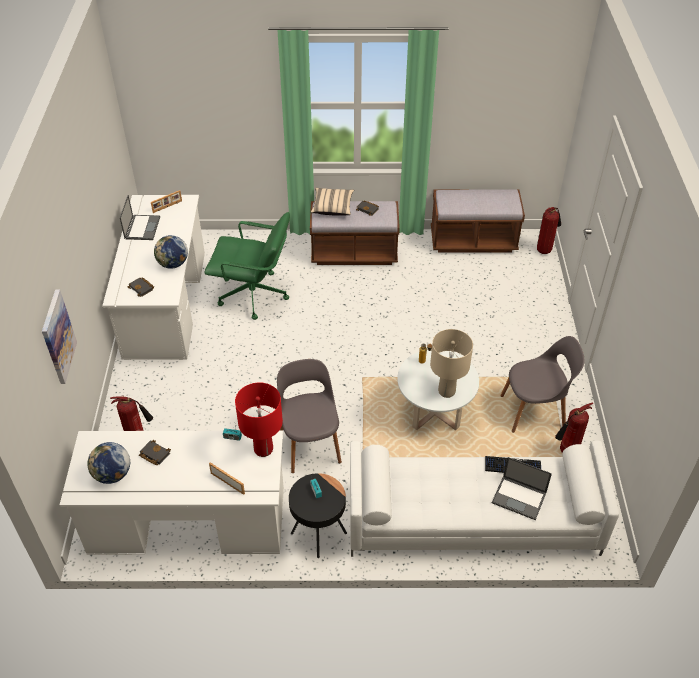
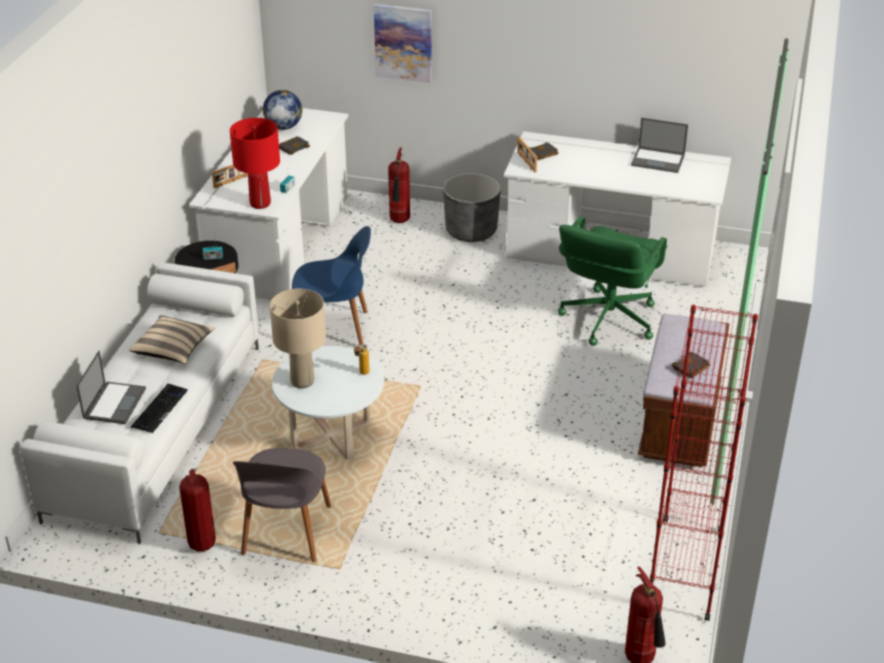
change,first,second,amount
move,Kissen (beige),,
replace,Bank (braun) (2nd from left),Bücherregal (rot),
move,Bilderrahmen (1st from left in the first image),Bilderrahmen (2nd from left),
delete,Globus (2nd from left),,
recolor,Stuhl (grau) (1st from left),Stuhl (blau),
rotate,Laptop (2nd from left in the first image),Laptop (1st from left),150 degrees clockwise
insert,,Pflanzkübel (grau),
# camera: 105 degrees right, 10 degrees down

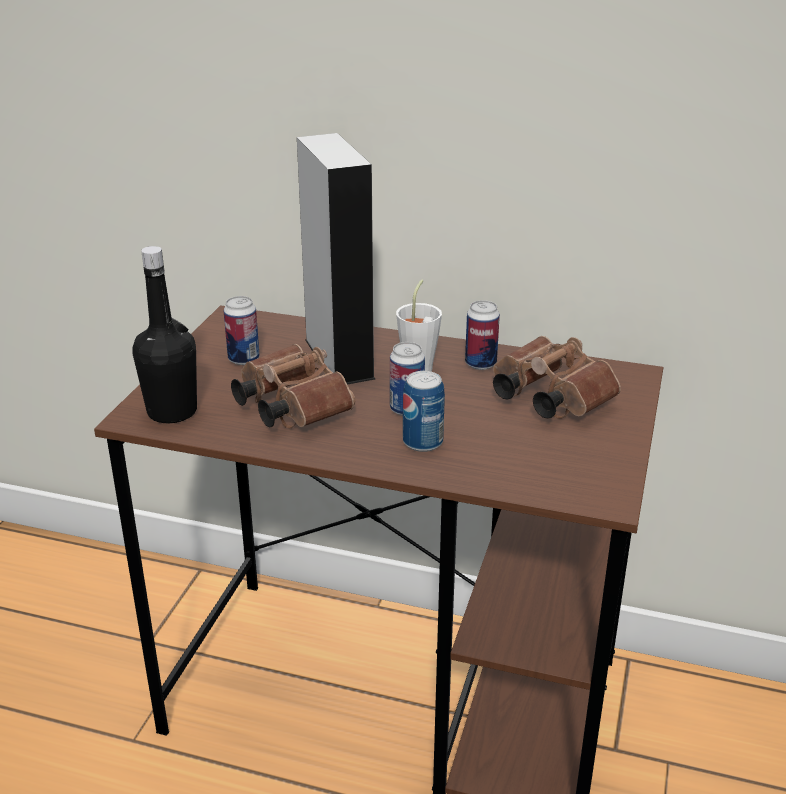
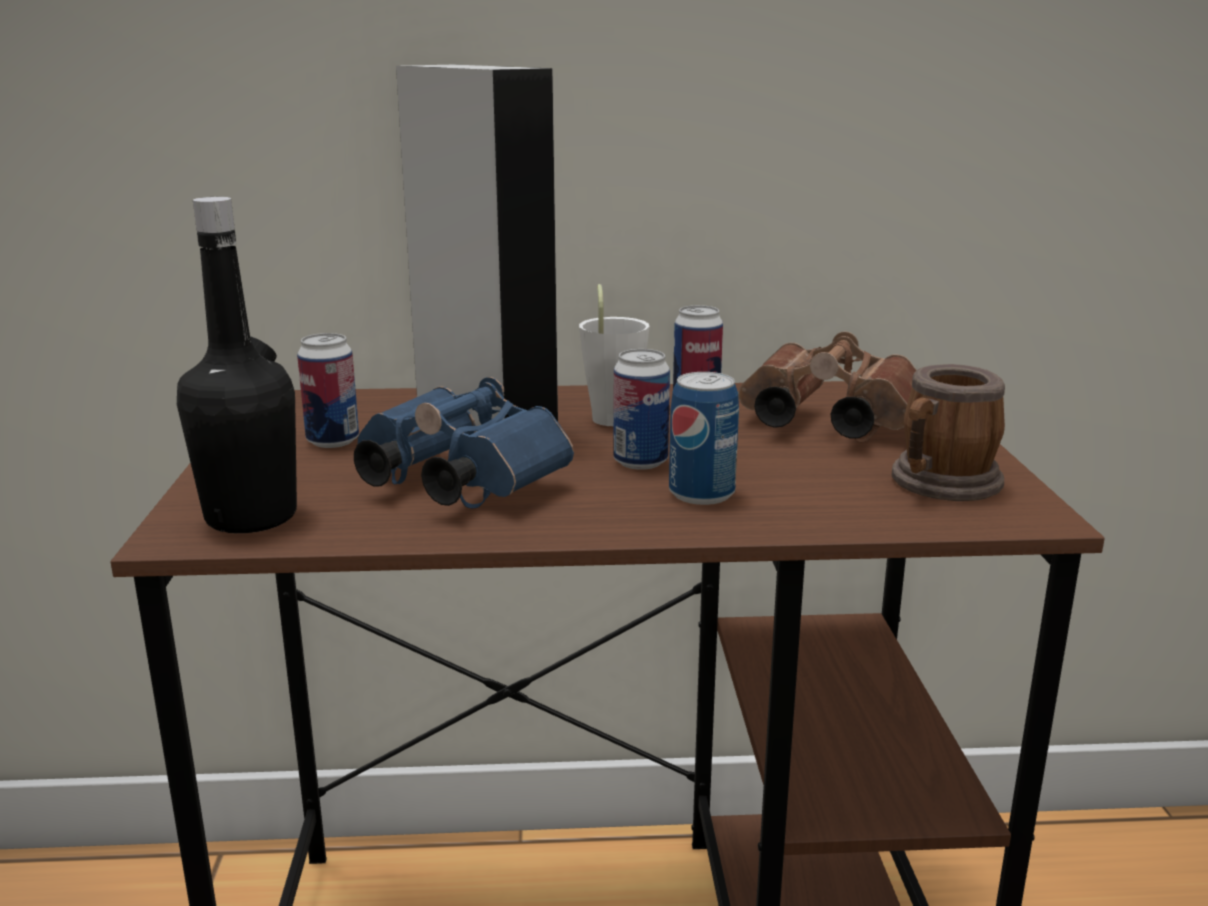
change,first,second,amount
recolor,Fernglas (braun) (1st from left),Fernglas (blau),
insert,,Henkelbecher,
# camera: 20 degrees left, 10 degrees down

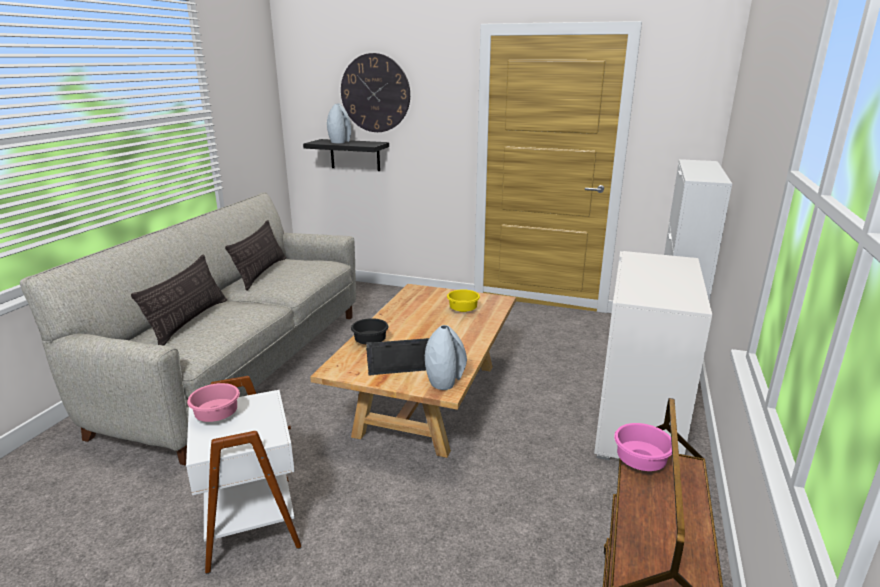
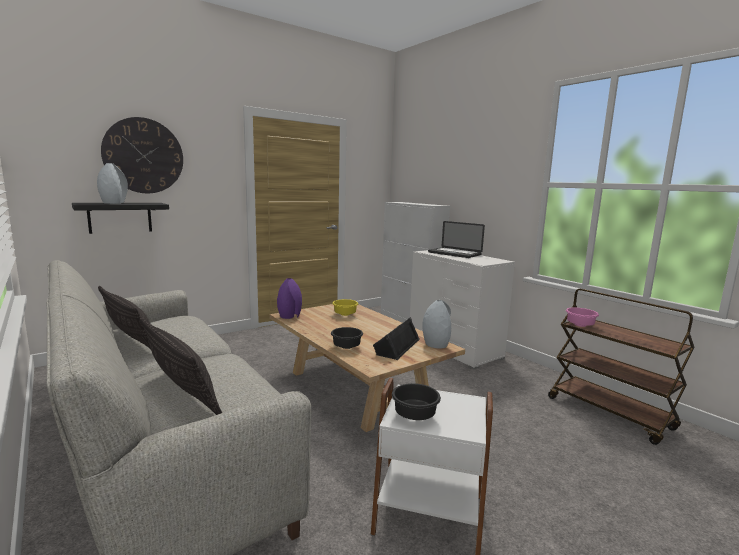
change,first,second,amount
recolor,Schüssel (rosa) (1st from left),Schüssel (schwarz) (2nd from left),
insert,,Laptop,
insert,,Vase (lila),
# camera: 55 degrees left, 10 degrees down

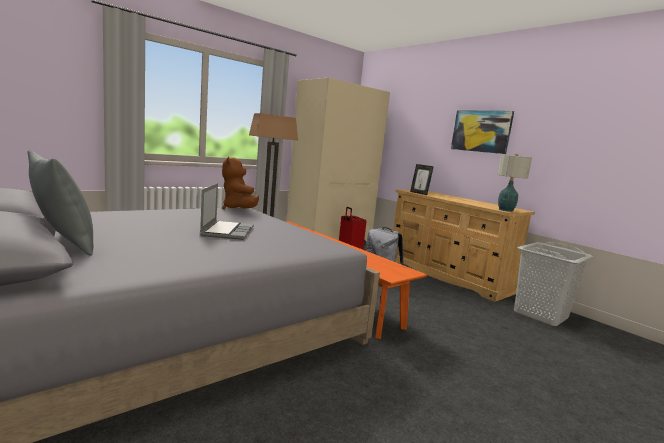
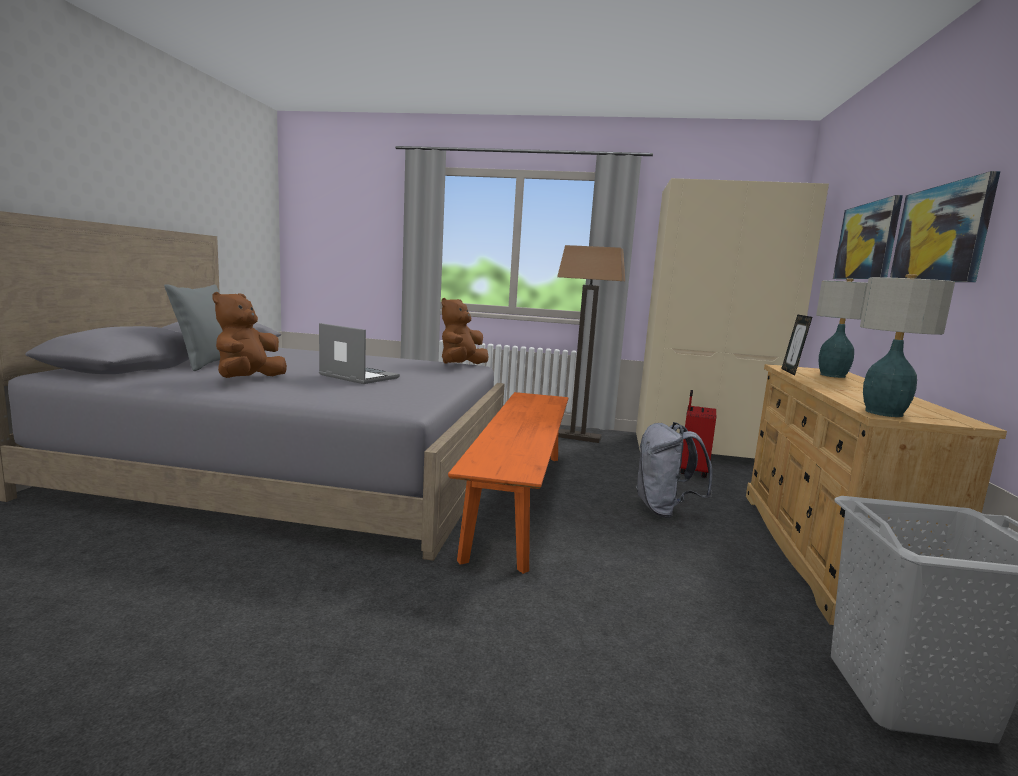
change,first,second,amount
rotate,Laptop,,105 degrees counterclockwise
insert,,Bild (1st from left),
insert,,Tischlampe (1st from left),
insert,,Plüschtier (braun) (1st from left),
# camera: 50 degrees right, 0 degrees up

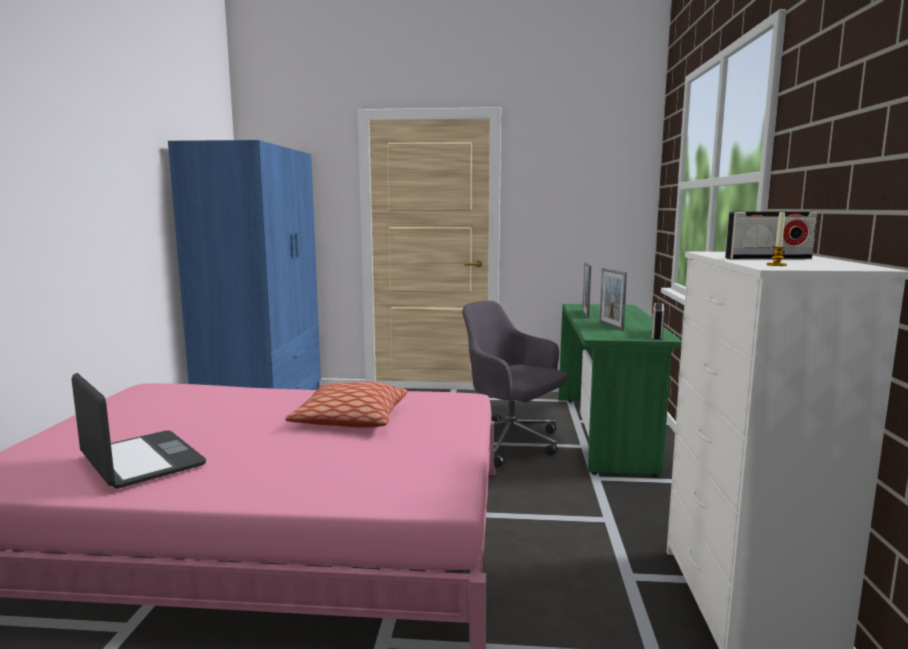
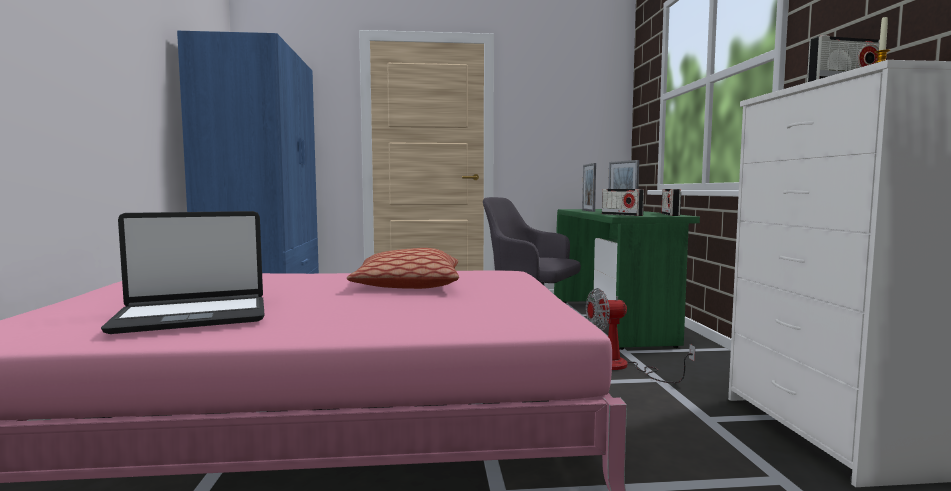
change,first,second,amount
rotate,Laptop,,120 degrees clockwise
insert,,Radio (1st from left),
insert,,Ventilator,
# camera: 10 degrees left, 5 degrees down

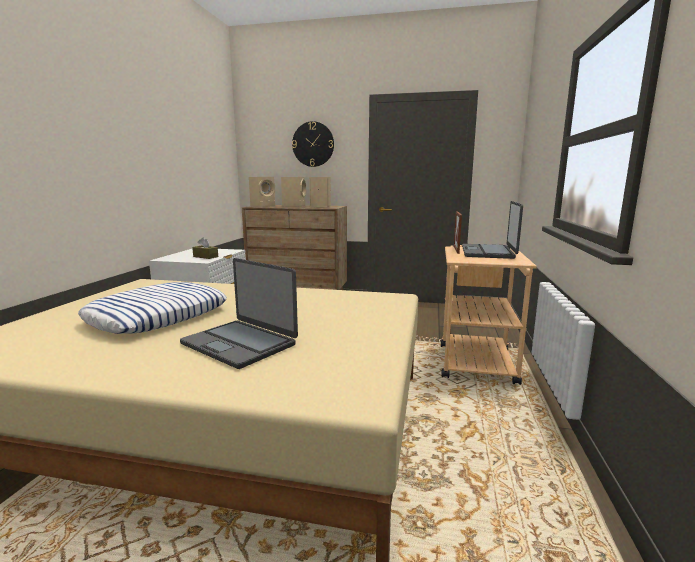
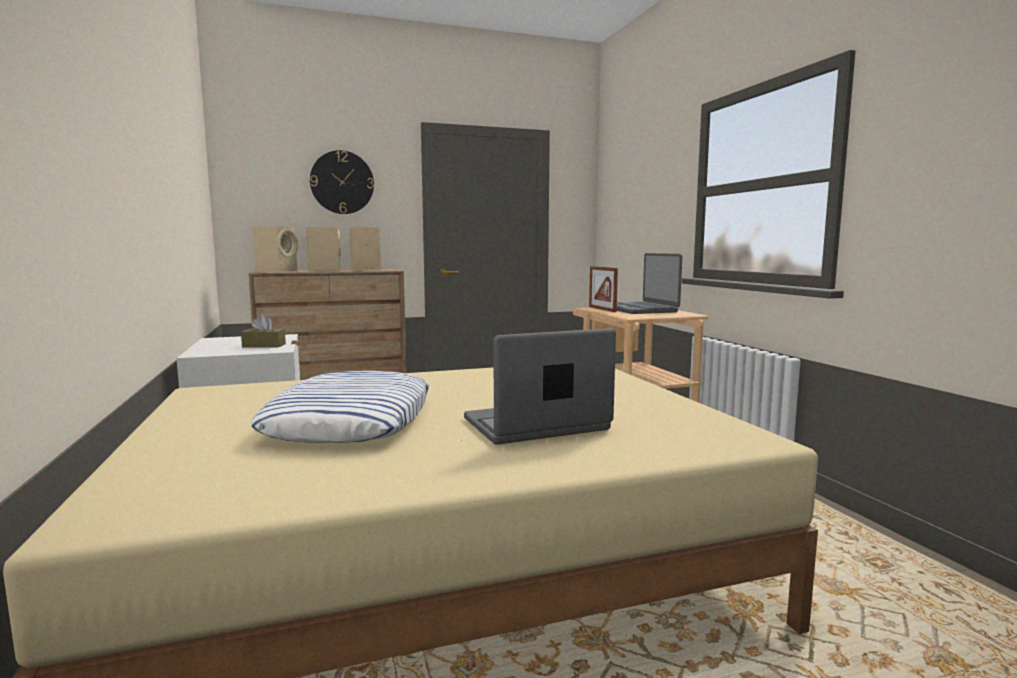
change,first,second,amount
rotate,Laptop (1st from left),,150 degrees clockwise
# camera: 30 degrees left, 5 degrees down

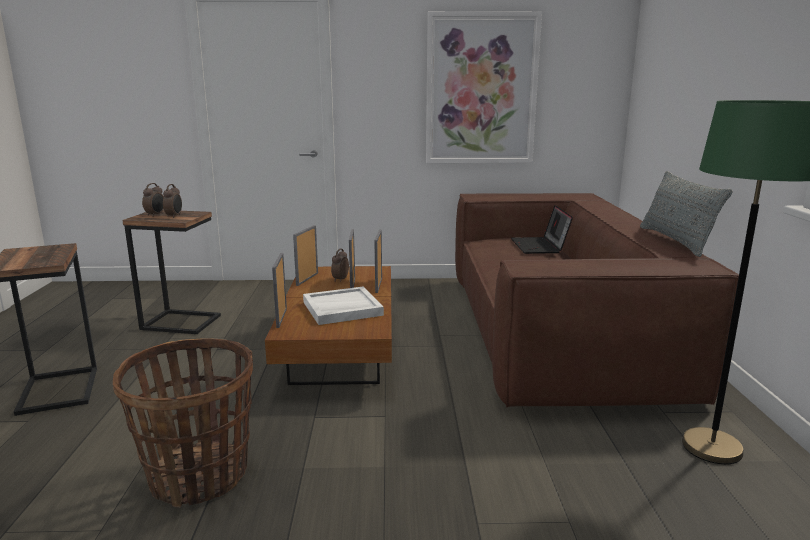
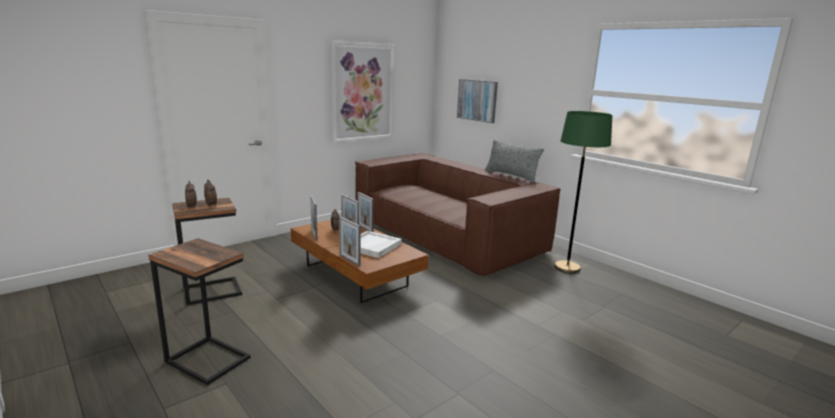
change,first,second,amount
delete,Laptop,,
delete,Korb,,
insert,,Bild (2nd from left),
# camera: 40 degrees left, 0 degrees up

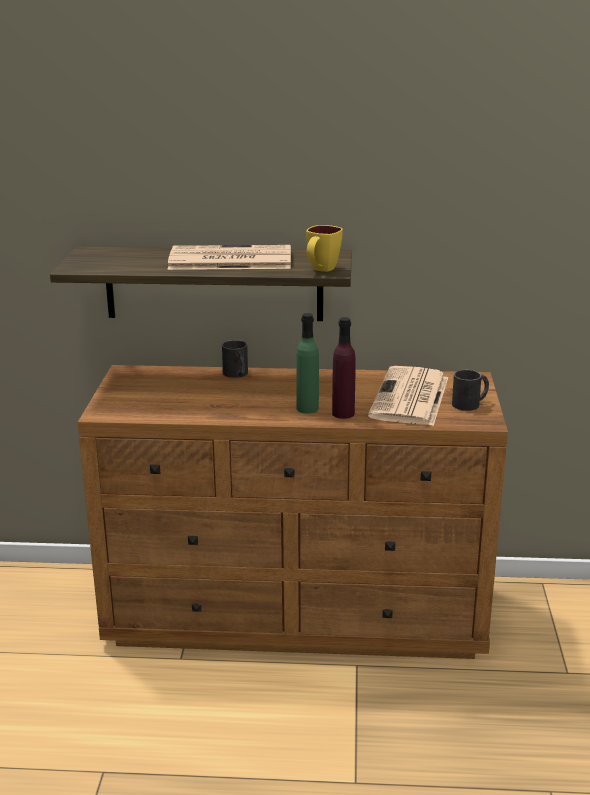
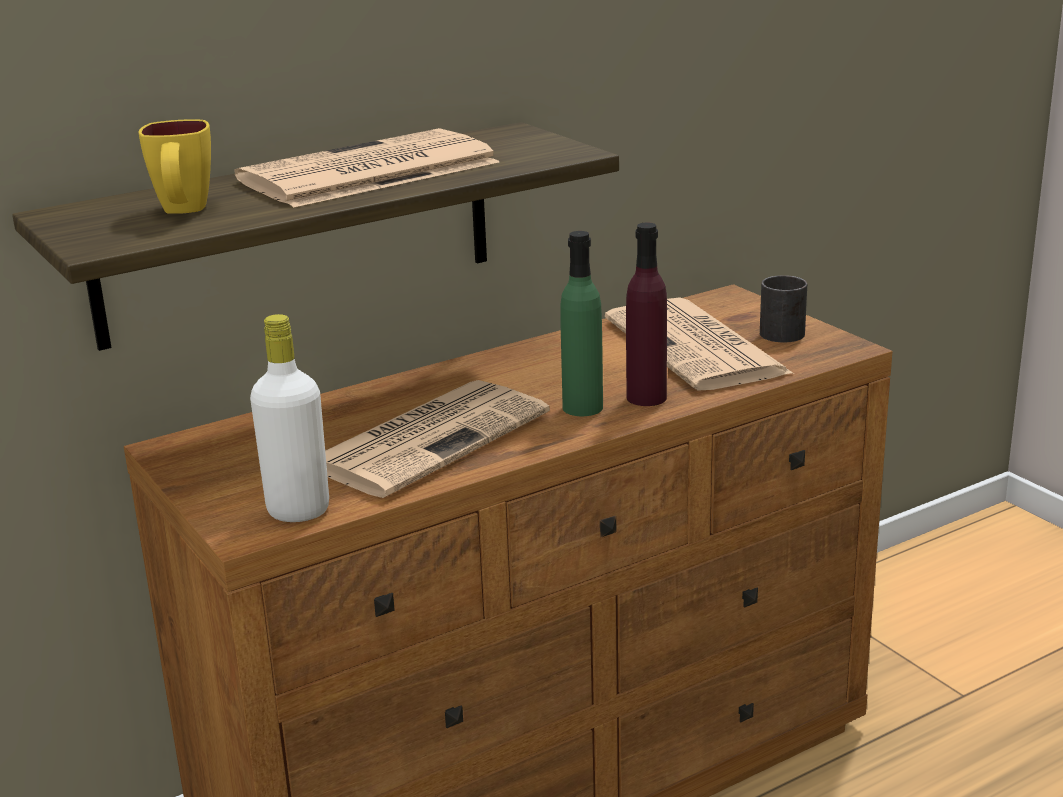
change,first,second,amount
move,Henkelbecher (gelb),,
delete,Henkelbecher (schwarz) (1st from left),,
insert,,Flasche (weiß),
insert,,Zeitung (2nd from left),
# camera: 35 degrees left, 0 degrees up

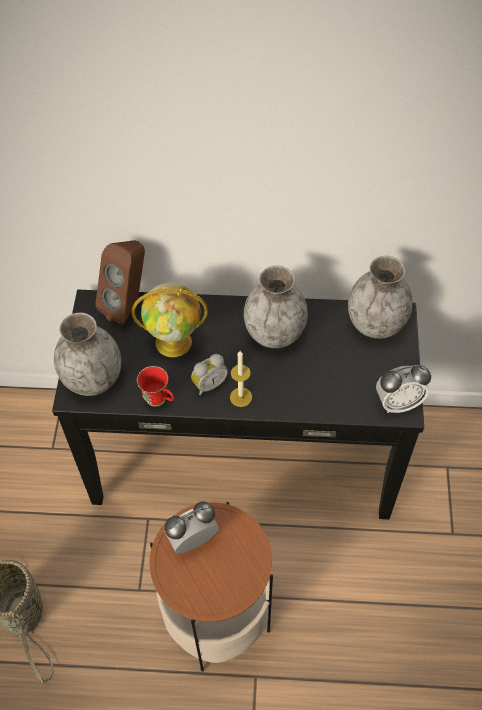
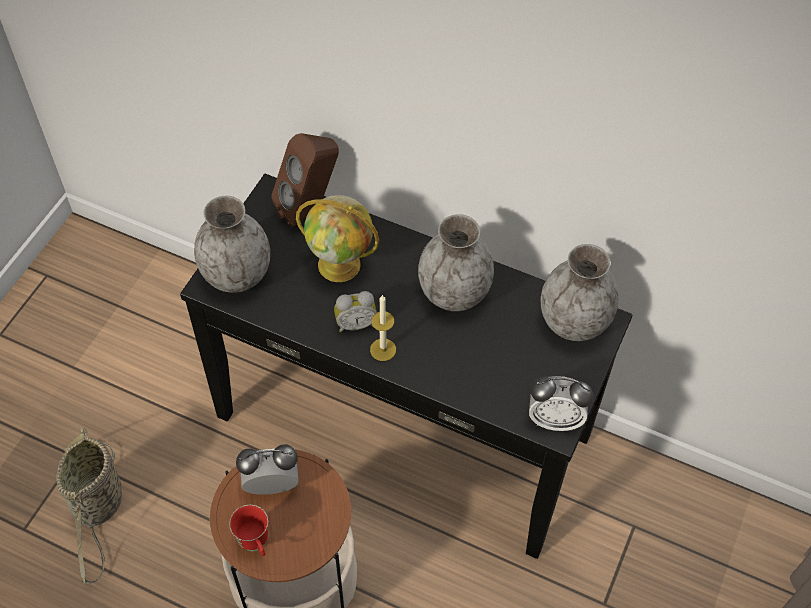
change,first,second,amount
move,Henkelbecher (rot),,
# camera: 20 degrees right, 0 degrees up

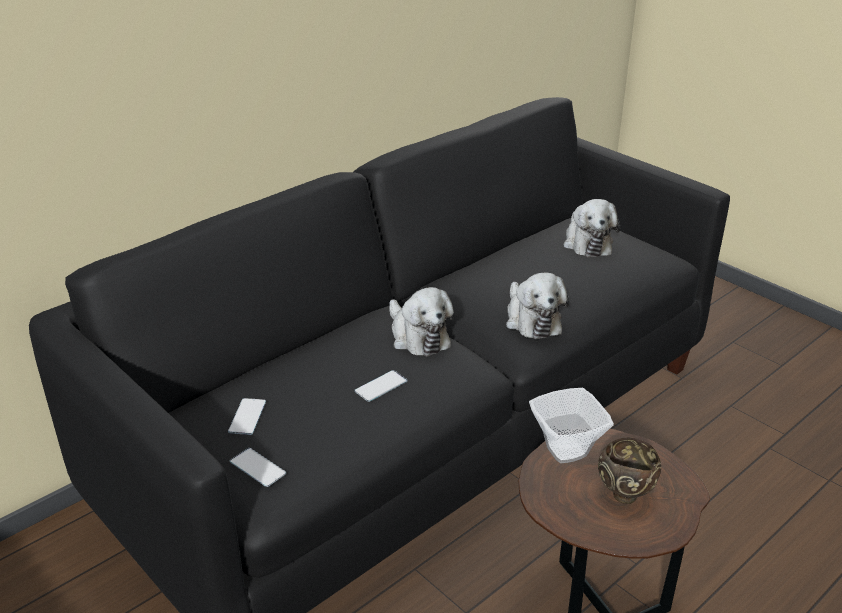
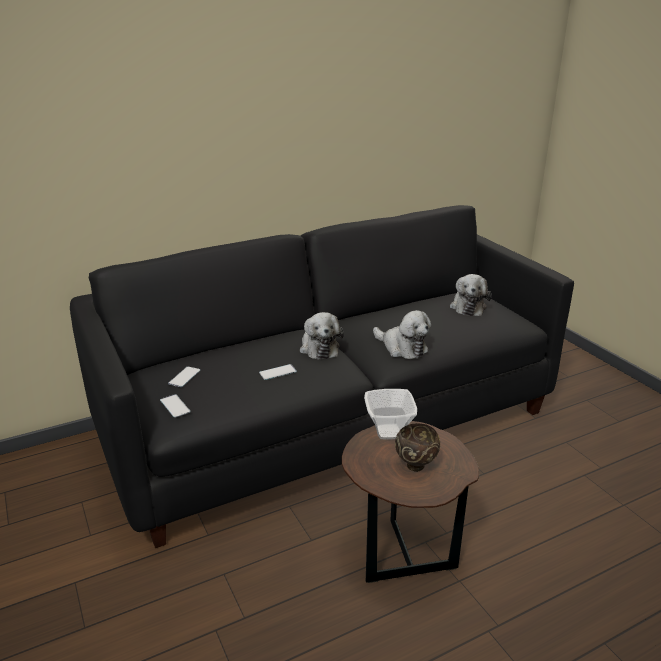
change,first,second,amount
rotate,Plüschtier (2nd from left),,45 degrees counterclockwise
# camera: 15 degrees right, 5 degrees down

